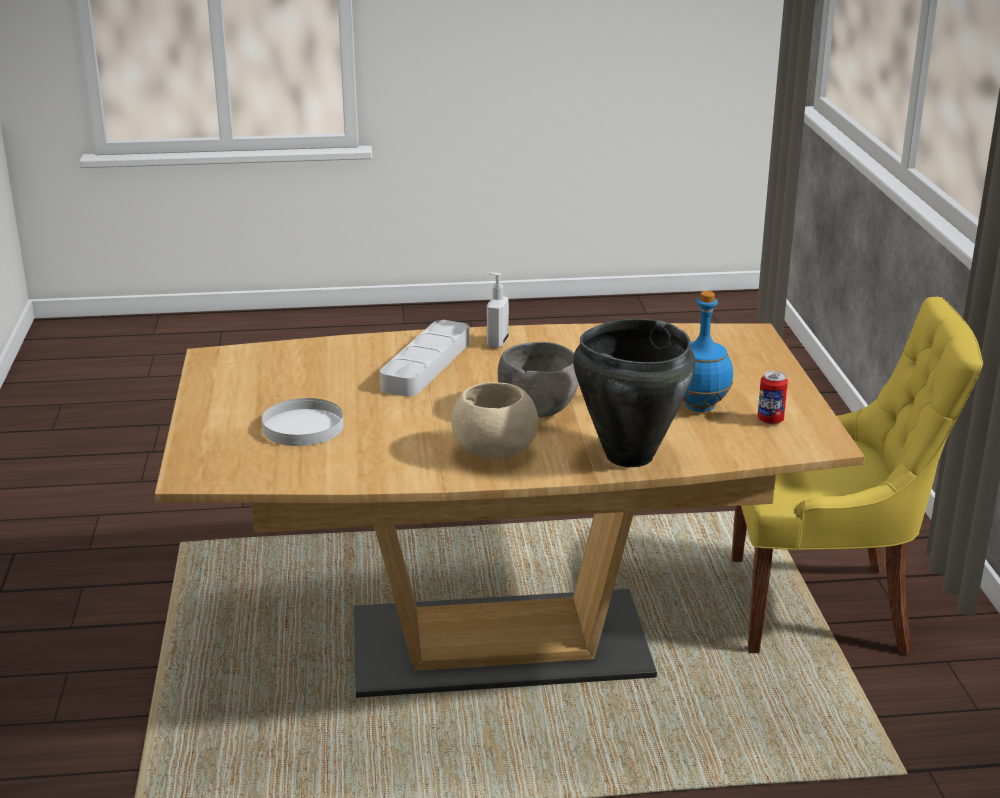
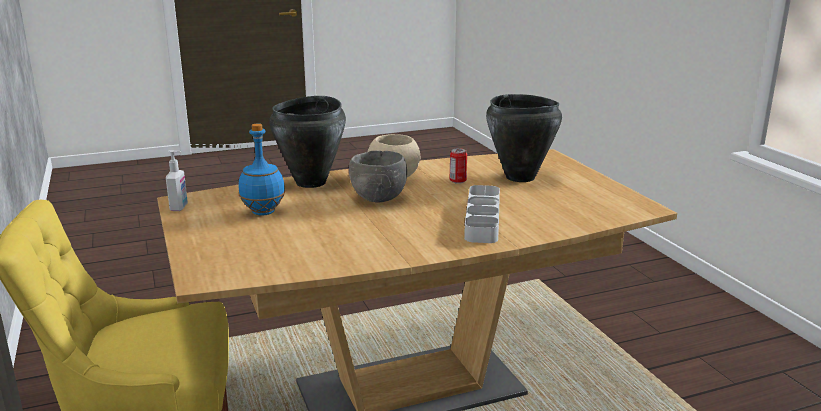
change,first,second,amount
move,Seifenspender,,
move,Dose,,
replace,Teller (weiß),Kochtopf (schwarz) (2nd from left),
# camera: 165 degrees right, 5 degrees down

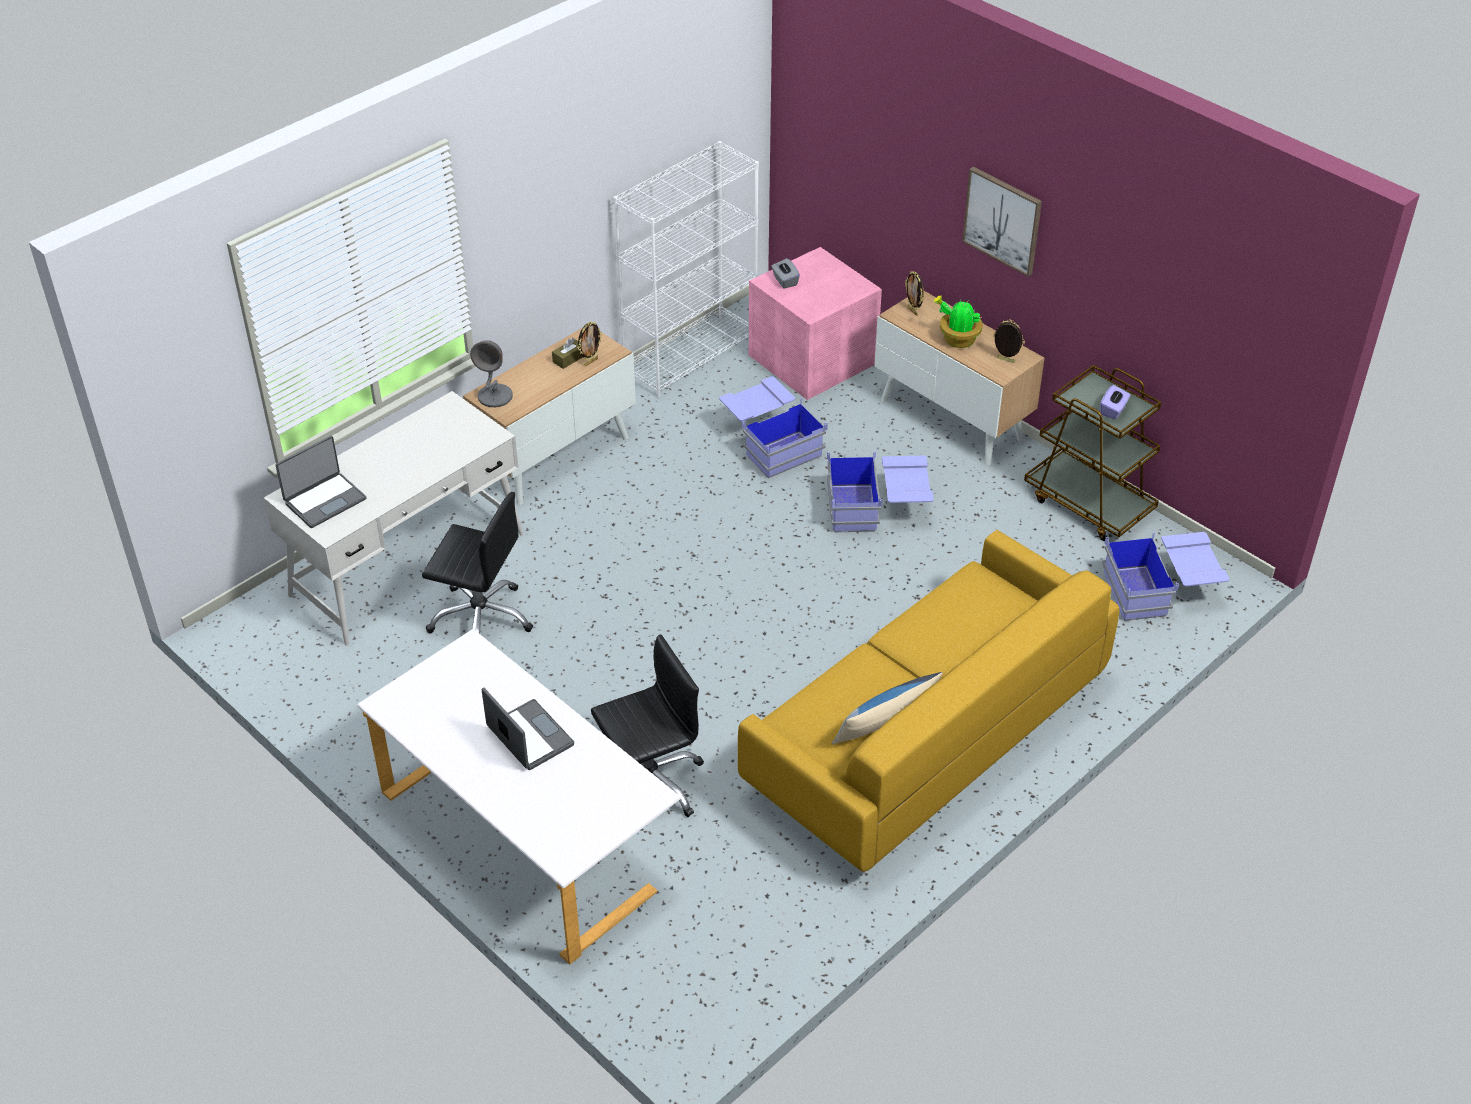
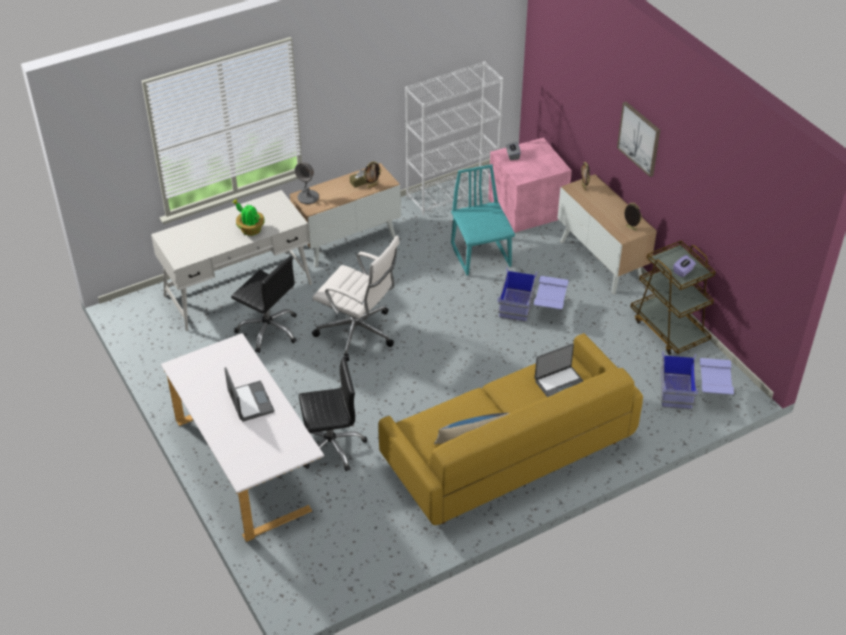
change,first,second,amount
move,Topfpflanze,,
replace,Aufbewahrungsbox (blau) (1st from left),Stuhl (türkis),
move,Laptop (1st from left in the first image),Laptop (2nd from left),
insert,,Bürostuhl (weiß),
# camera: 15 degrees right, 0 degrees up

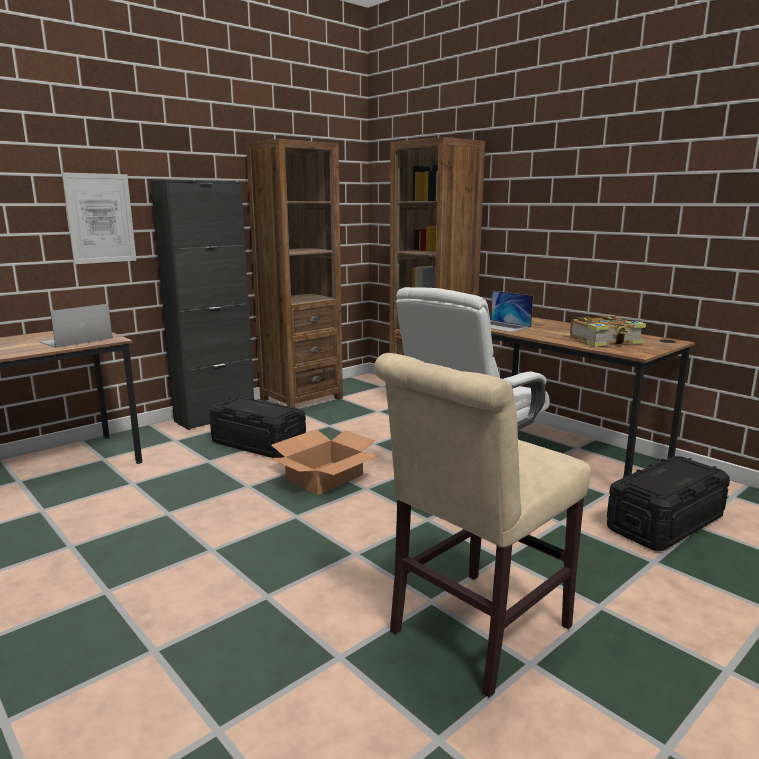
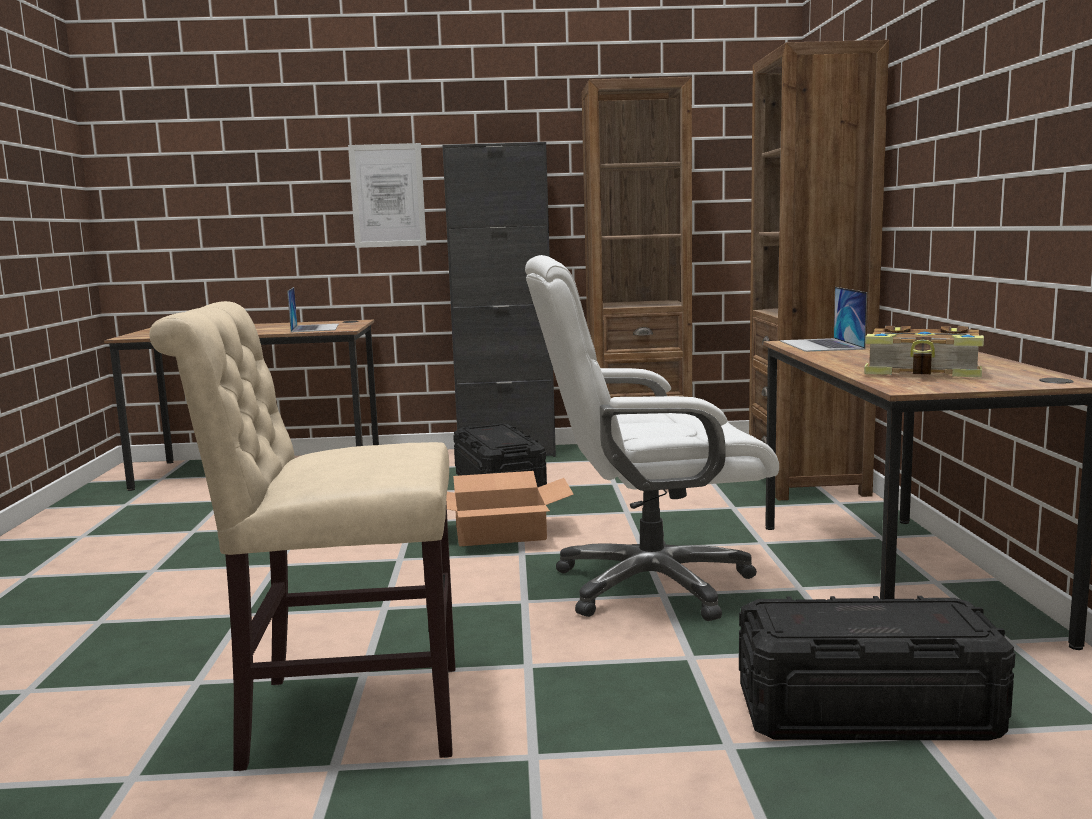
change,first,second,amount
rotate,Laptop (1st from left),,90 degrees clockwise
# camera: 40 degrees right, 5 degrees down

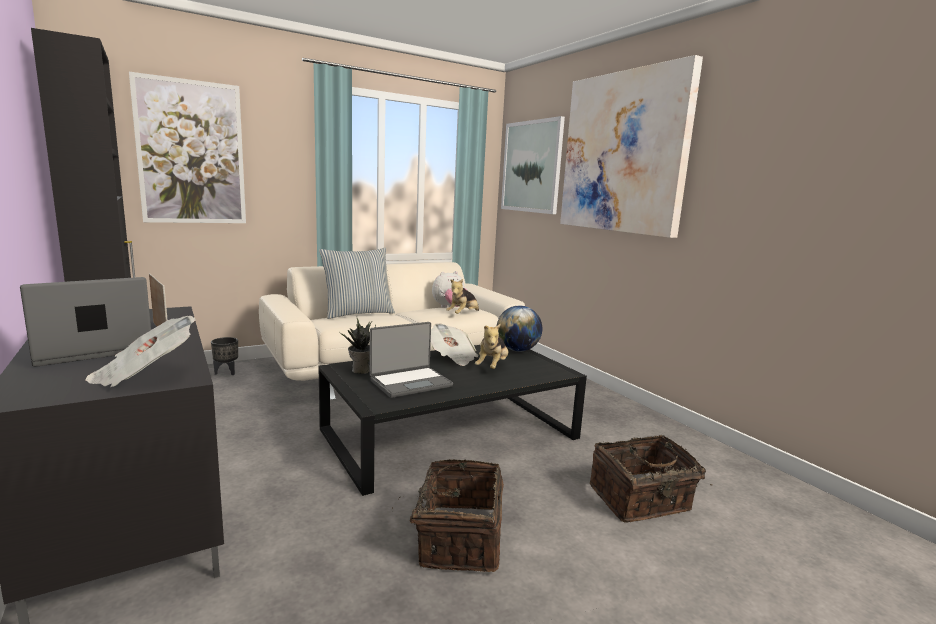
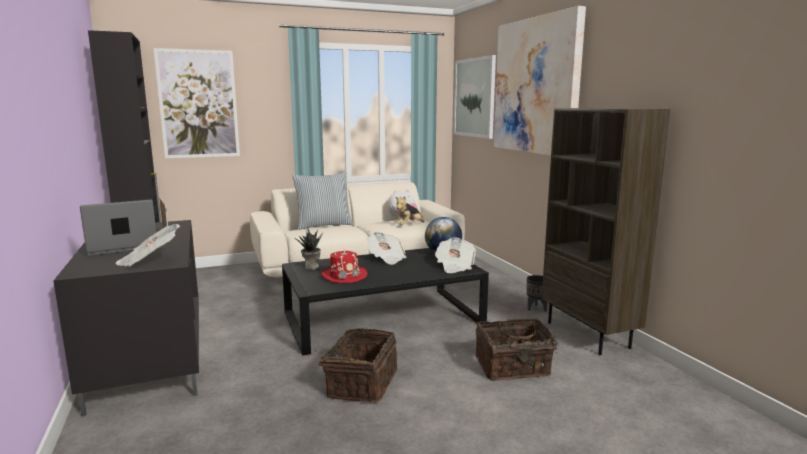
change,first,second,amount
replace,Laptop (2nd from left),Hut (rot),
delete,Plüschtier (3rd from left),,
move,Pflanzkübel (schwarz),,
insert,,Bücherregal (braun),
insert,,Zeitung (3rd from left),
# camera: 10 degrees right, 0 degrees up

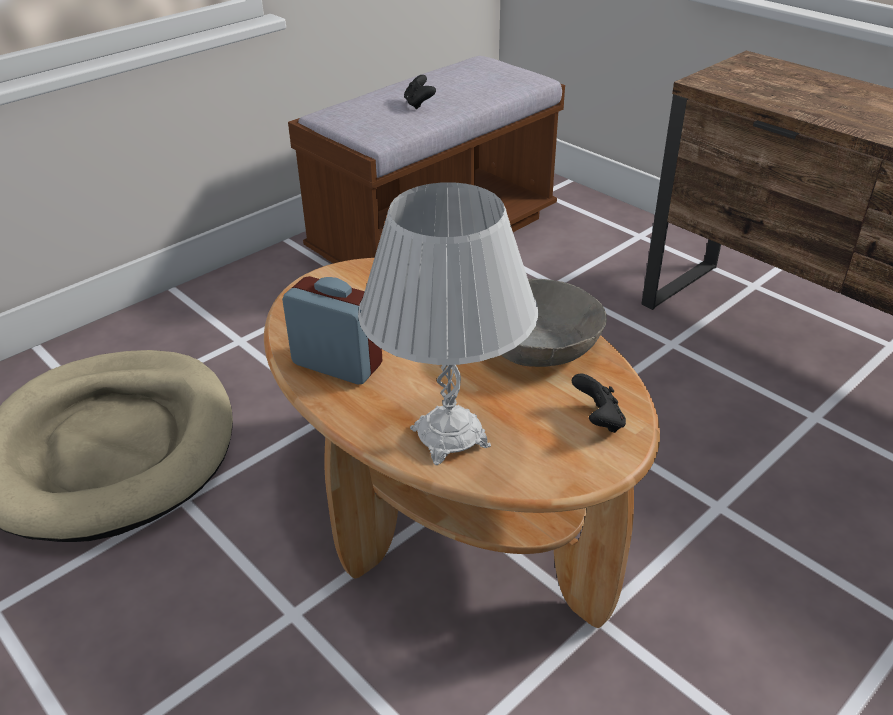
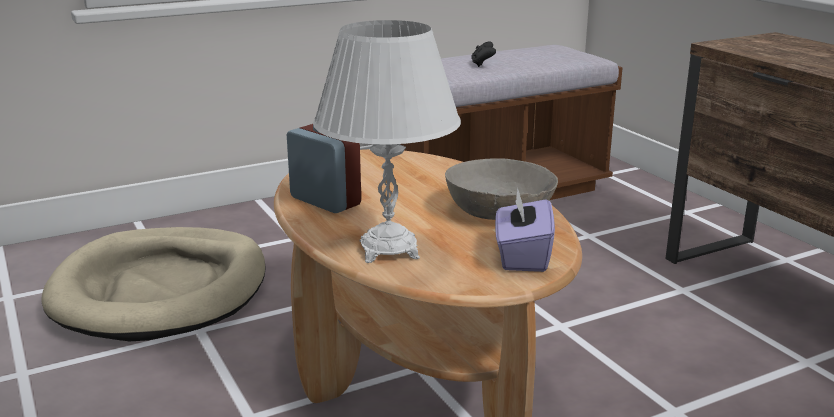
change,first,second,amount
replace,Gamepad (schwarz) (2nd from left),Taschentuchbox (lila),
# camera: 15 degrees right, 15 degrees down

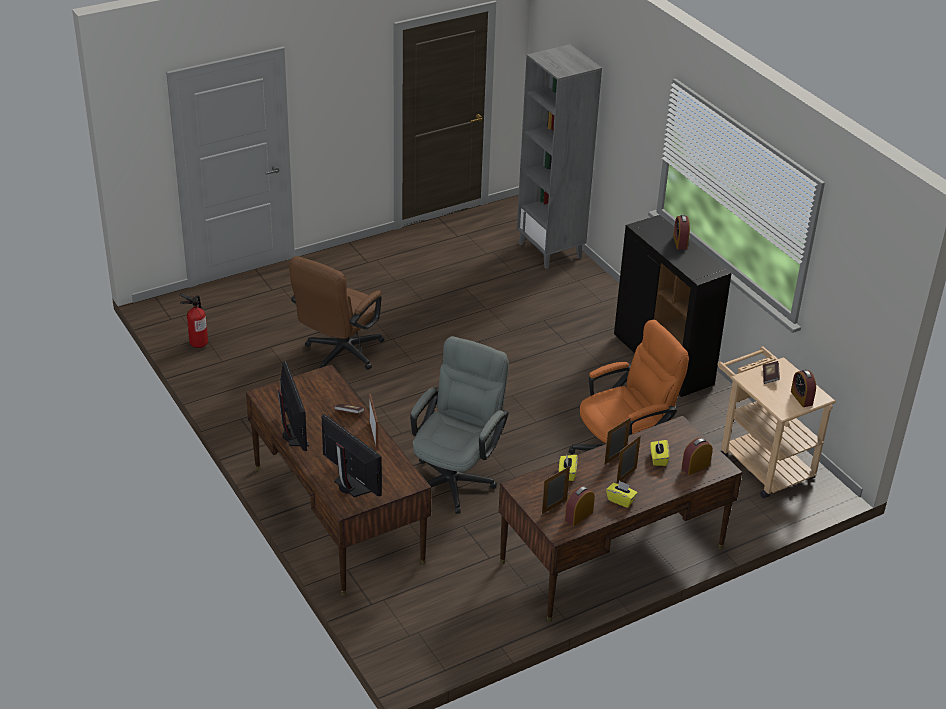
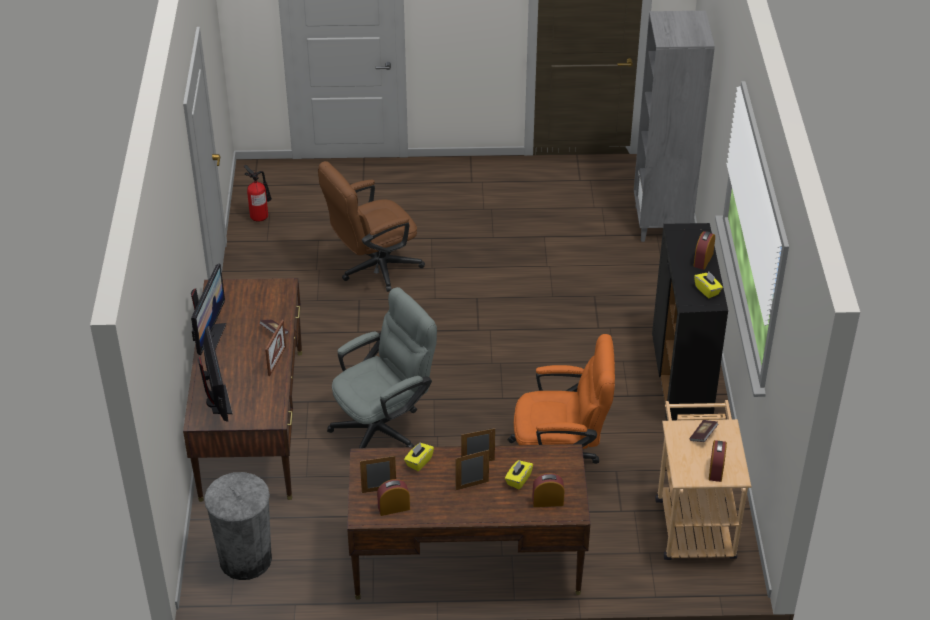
change,first,second,amount
move,Taschentuchbox (gelb) (2nd from left in the first image),Taschentuchbox (gelb) (3rd from left),
insert,,Mülleimer (grau),
# camera: 30 degrees right, 5 degrees up

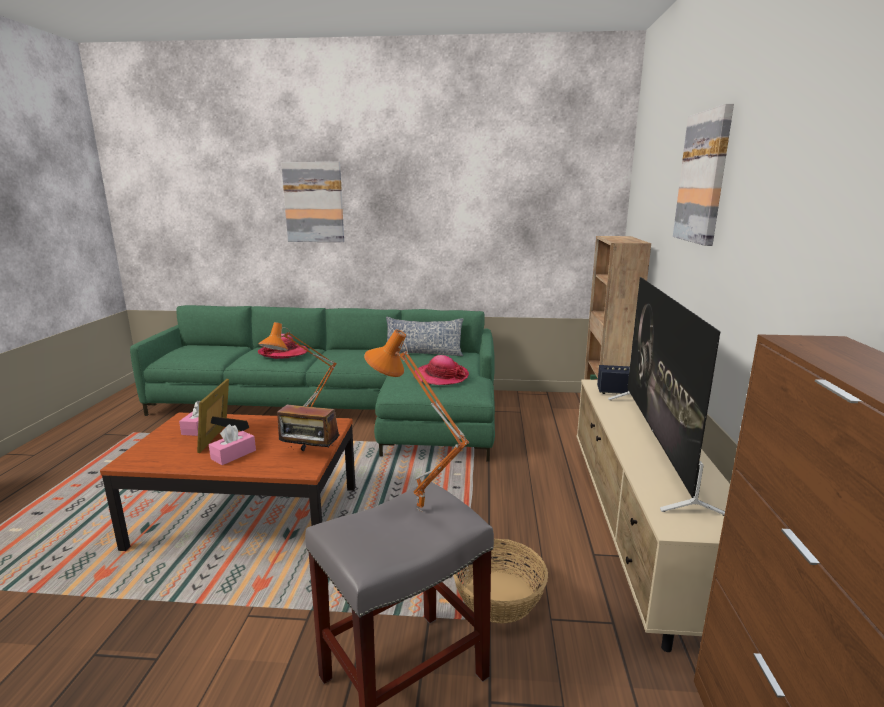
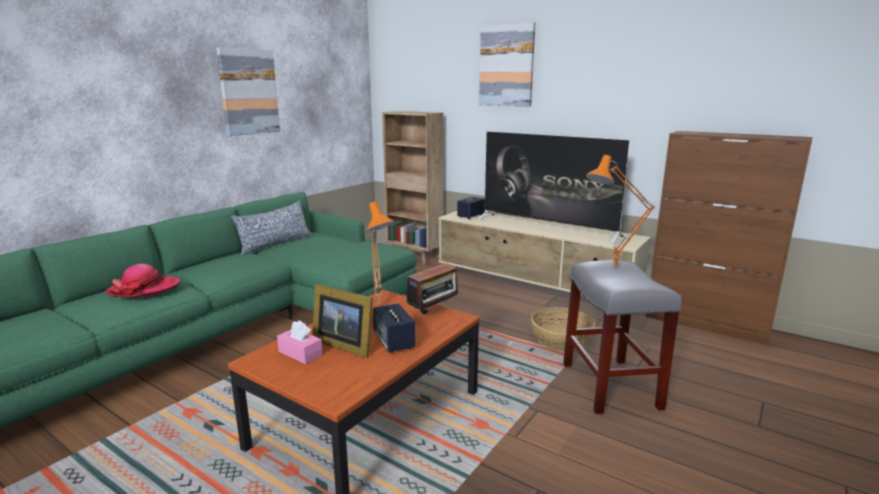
change,first,second,amount
move,Bild (1st from left),,
delete,Hut (2nd from left),,
replace,Taschentuchbox (rosa) (2nd from left),Lautsprecher (1st from left),
# camera: 60 degrees left, 0 degrees up

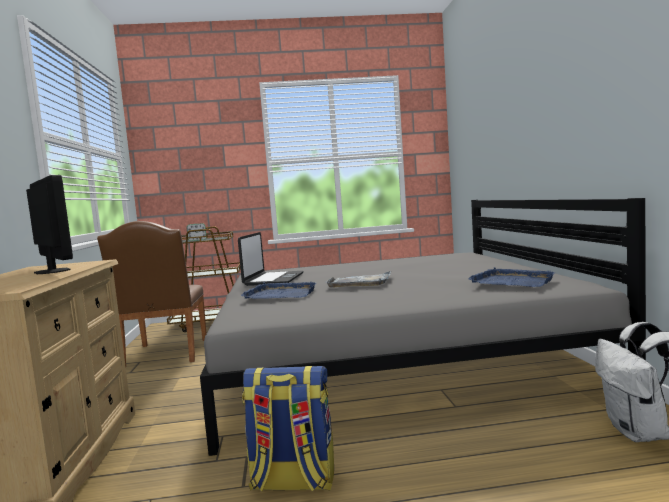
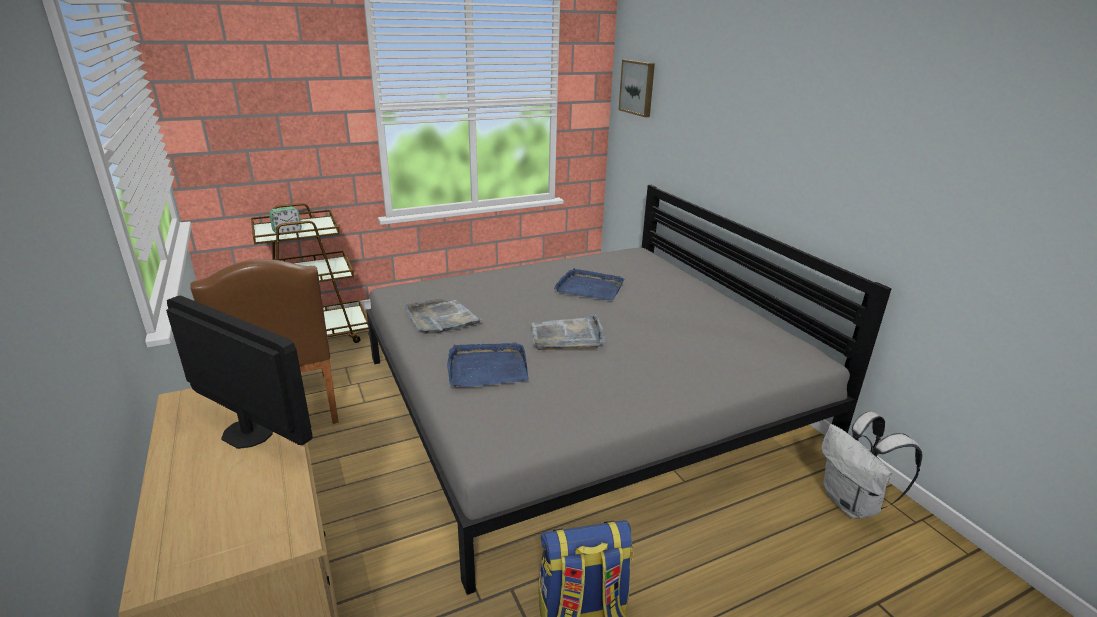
change,first,second,amount
replace,Laptop,Tablett (grau) (1st from left),
move,Tablett (blau) (2nd from left),,
insert,,Bild,
# camera: 20 degrees left, 20 degrees up

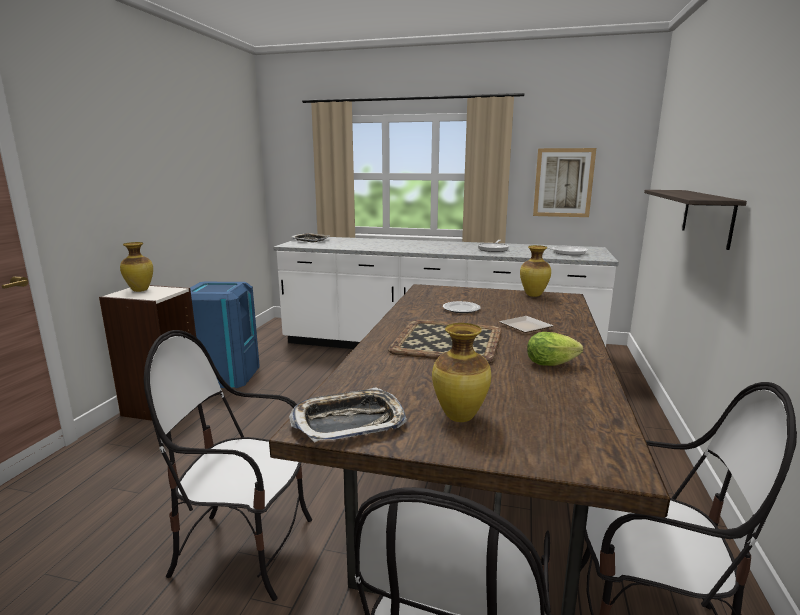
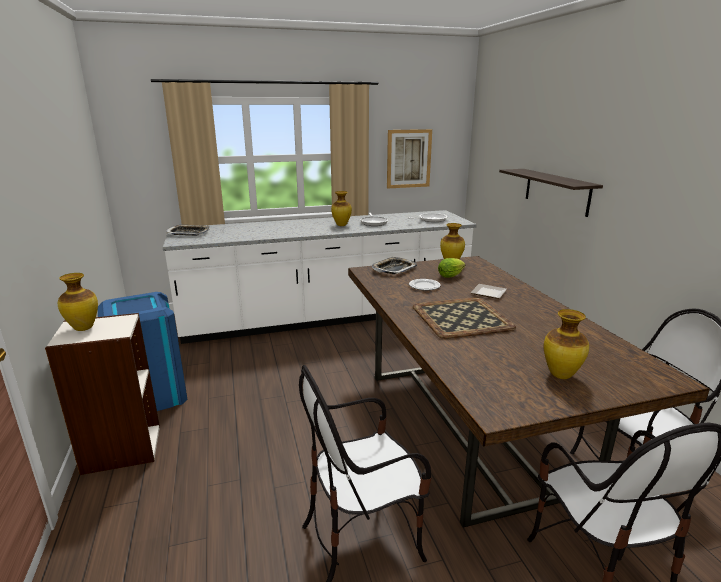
change,first,second,amount
move,Salatkopf,,
move,Tablett (2nd from left),,
insert,,Vase (2nd from left),
# camera: 30 degrees left, 5 degrees up

